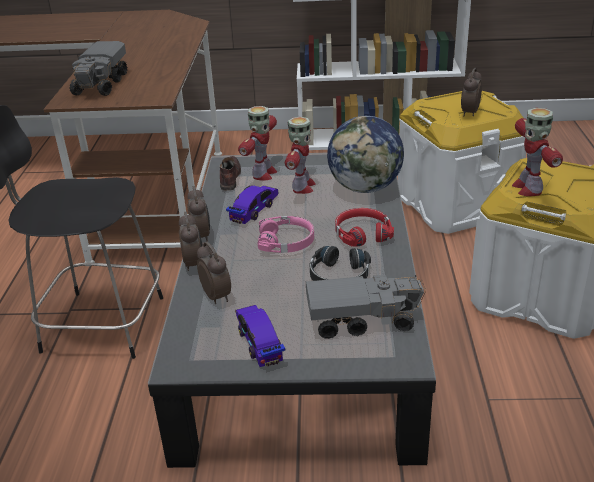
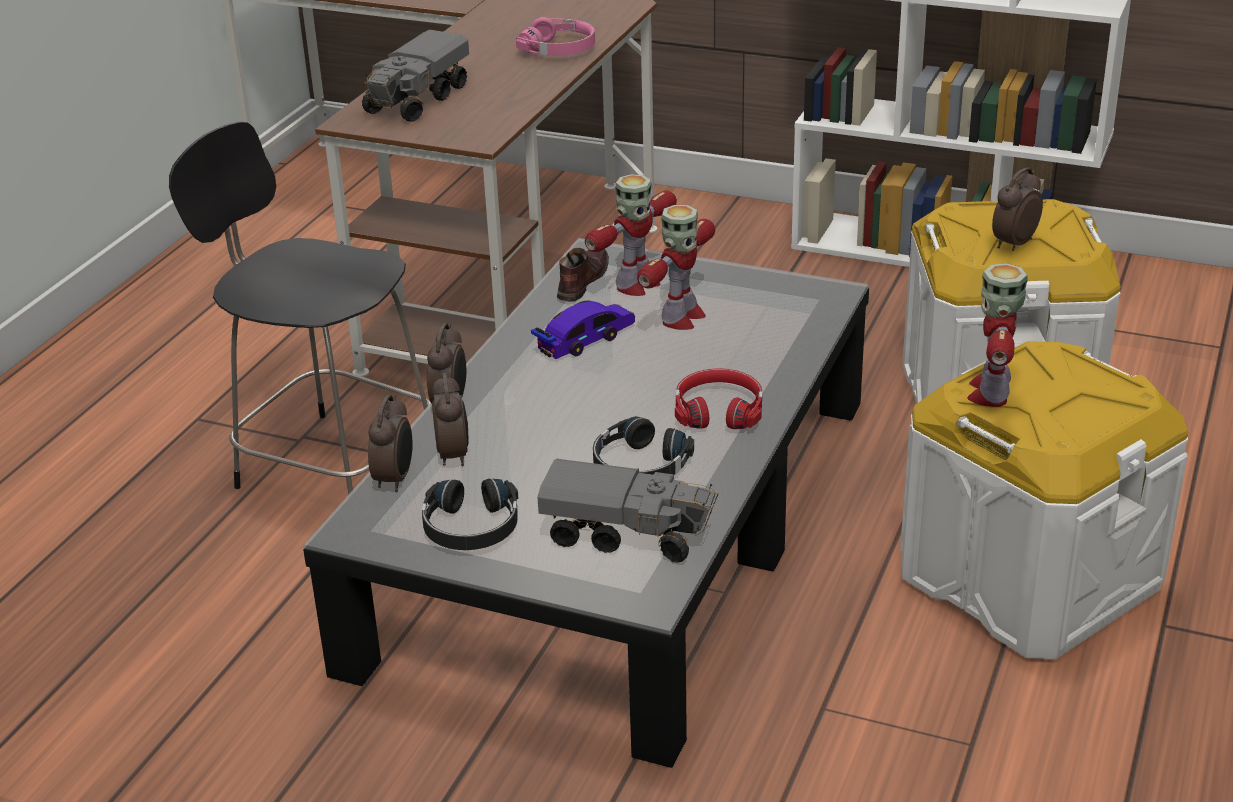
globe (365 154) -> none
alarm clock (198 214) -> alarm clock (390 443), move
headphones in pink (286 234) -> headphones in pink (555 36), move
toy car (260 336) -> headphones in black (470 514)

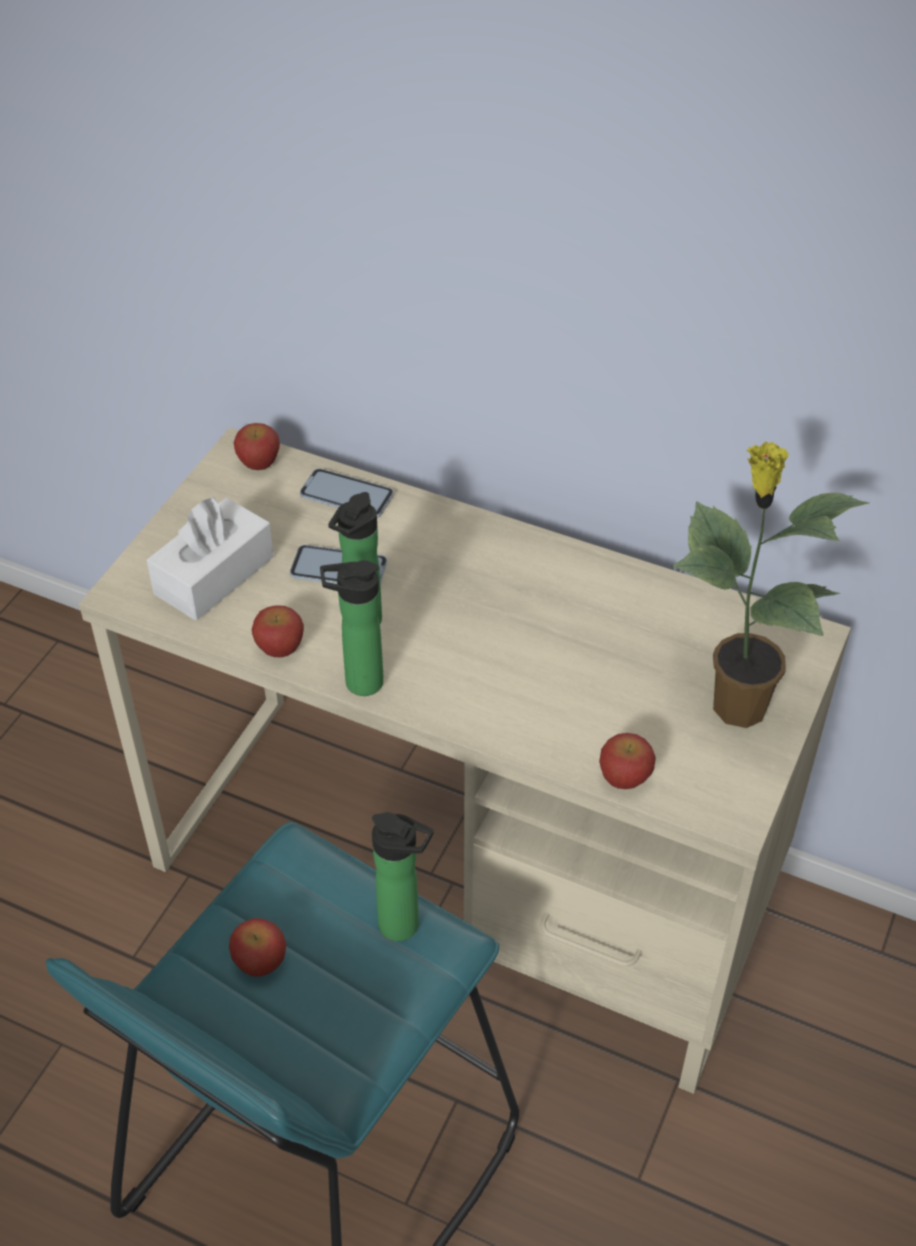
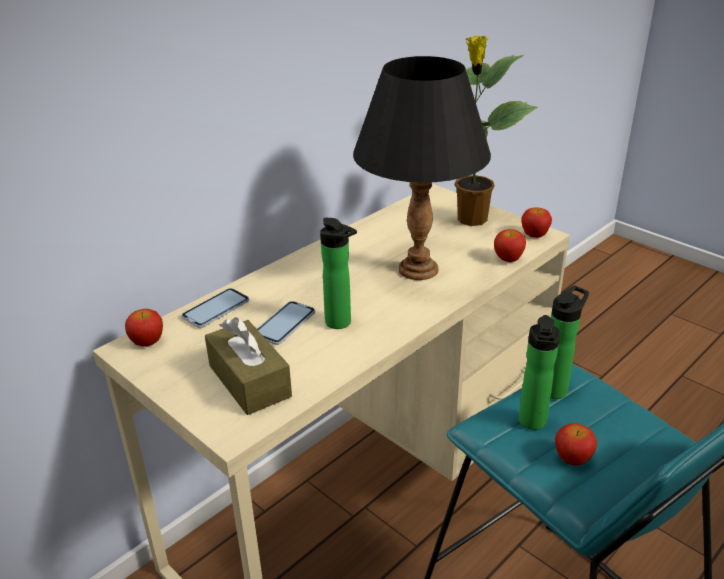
tissue box in white (210 559) -> tissue box in brown (248 366)
bottle (352 628) -> bottle (539 372), move
apple (278 631) -> apple (536 222), move
none -> table lamp in black (422 168)

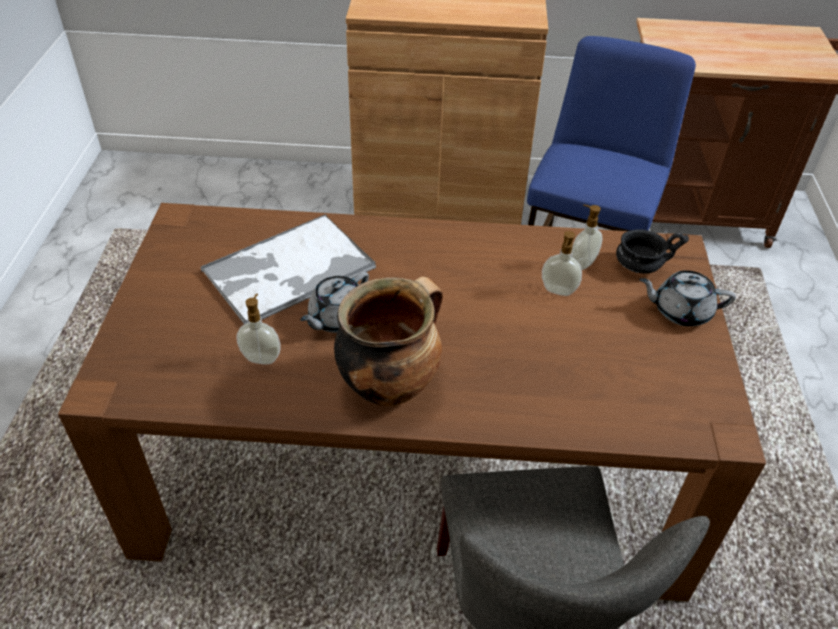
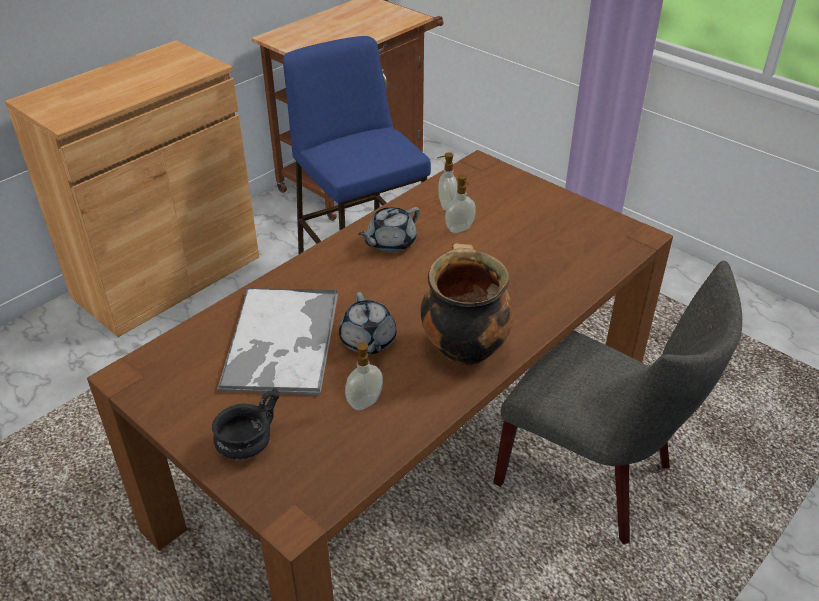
bowl in black (652 251) -> bowl in black (246 424), move
teapot in grey (687 298) -> teapot in grey (389 230), move

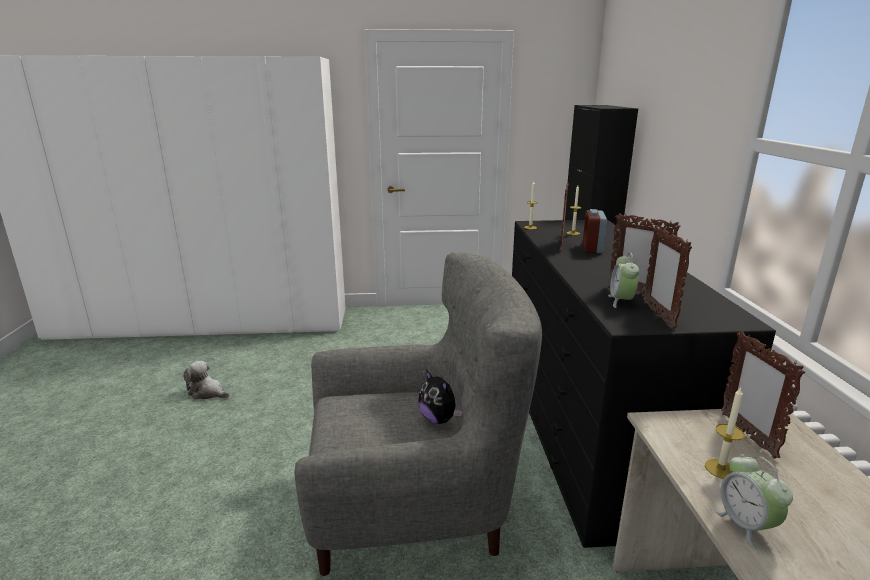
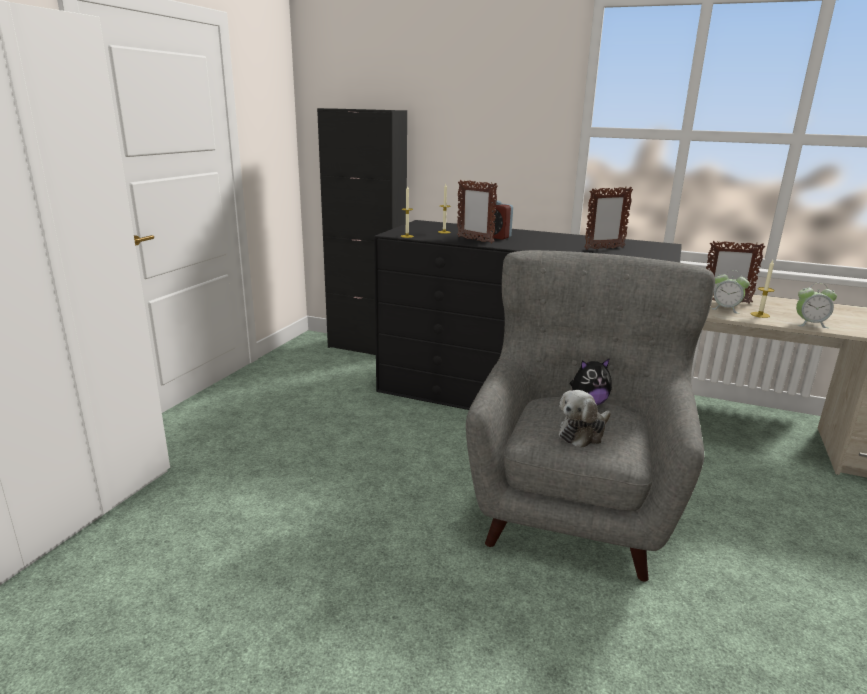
picture frame (667 277) -> none
alarm clock (623 280) -> alarm clock (730 292), move
plush toy (206 380) -> plush toy (584 419), move

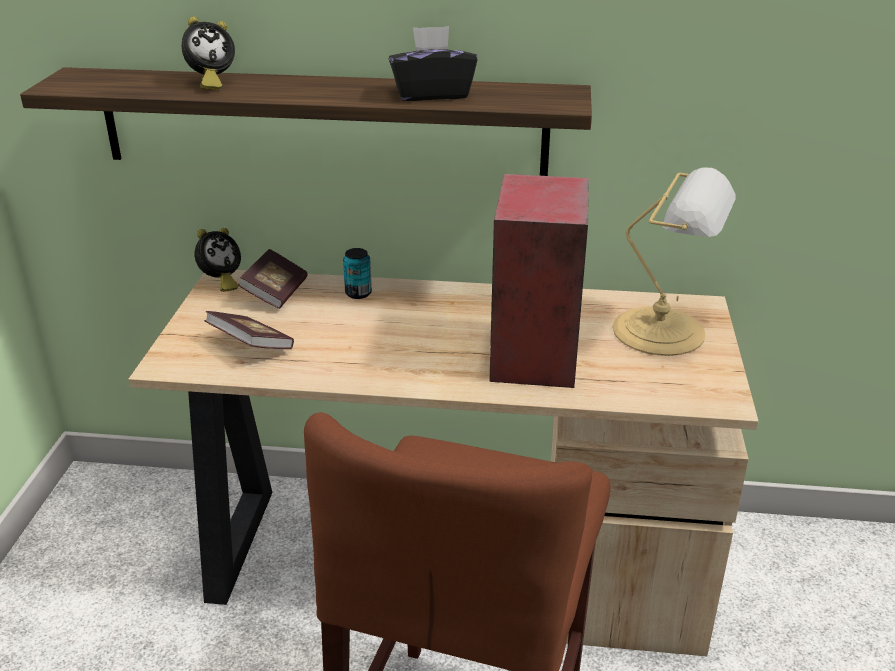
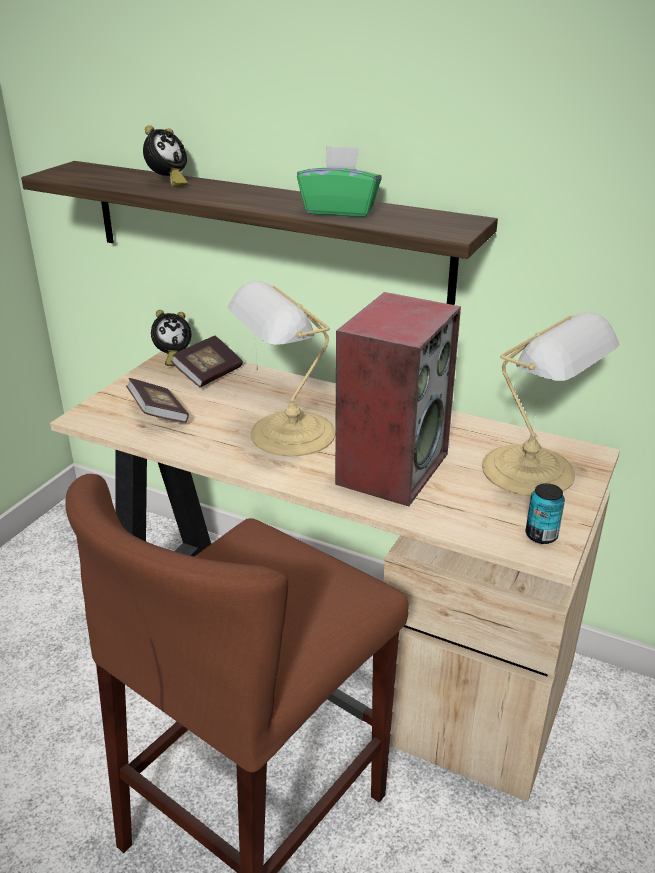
alarm clock (208 53) -> alarm clock (165 156), 45 degrees counterclockwise
tissue box in black (433 63) -> tissue box in green (339 181)
can (357 273) -> can (545 513), move
none -> table lamp (281 368)

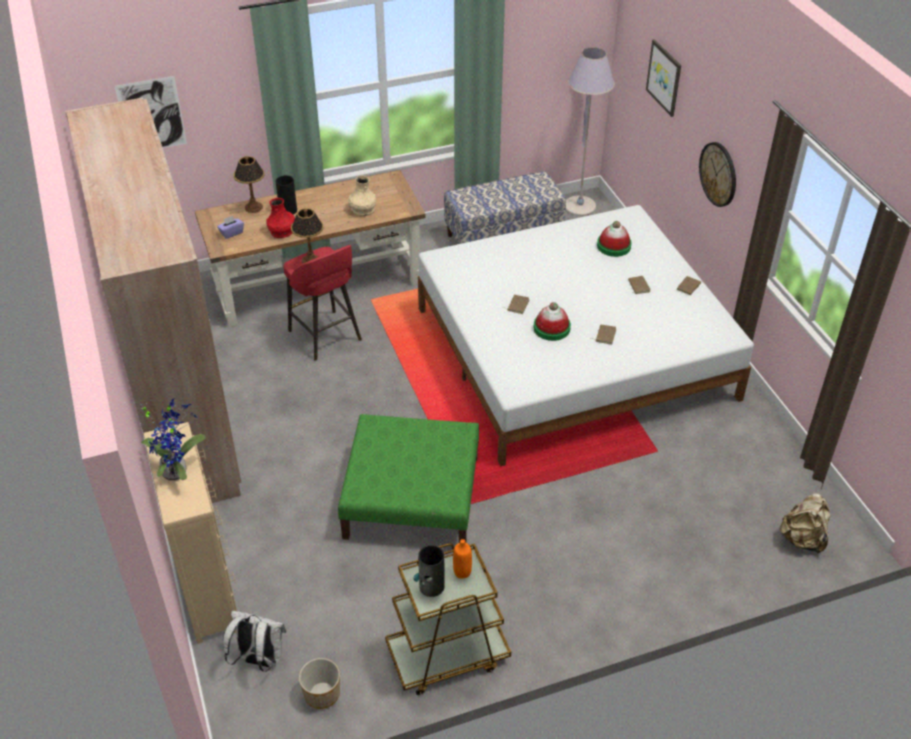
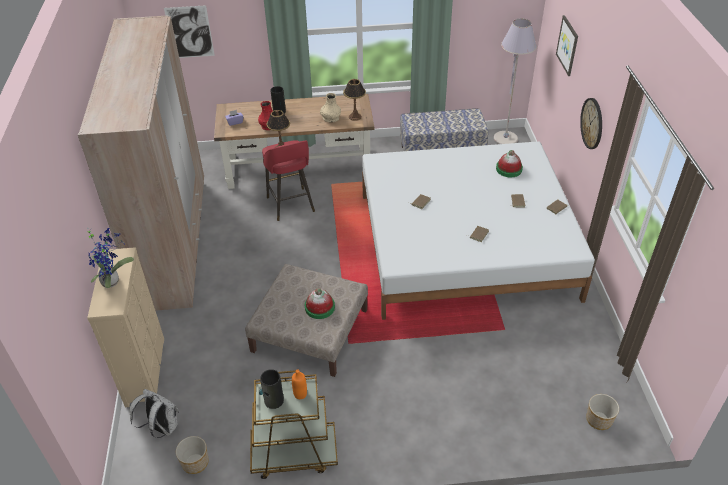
table lamp (249 184) -> table lamp (354 100), move
hat (552 321) -> hat (320 303), move
ottoman in green (408 478) -> ottoman in beige (306 320)
backpack in beige (805 523) -> planter (602 412)

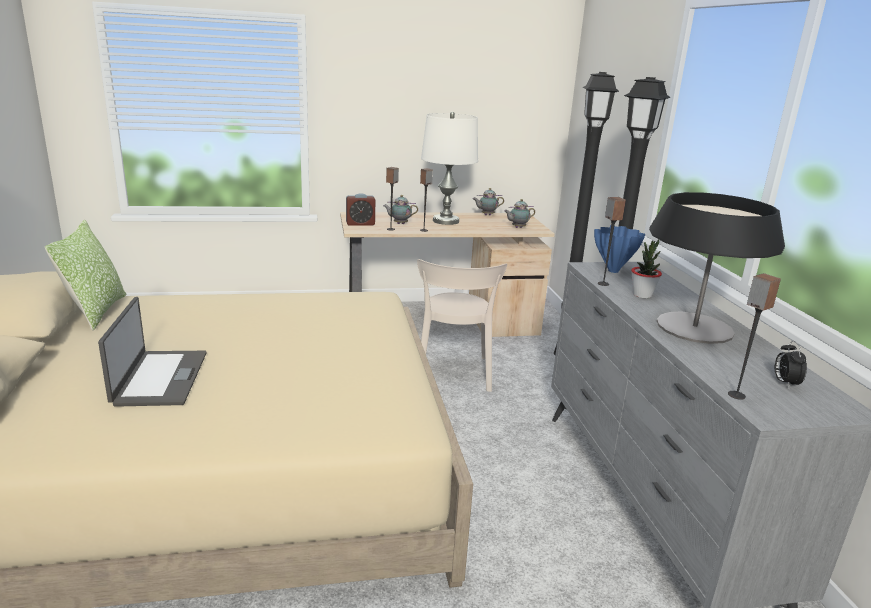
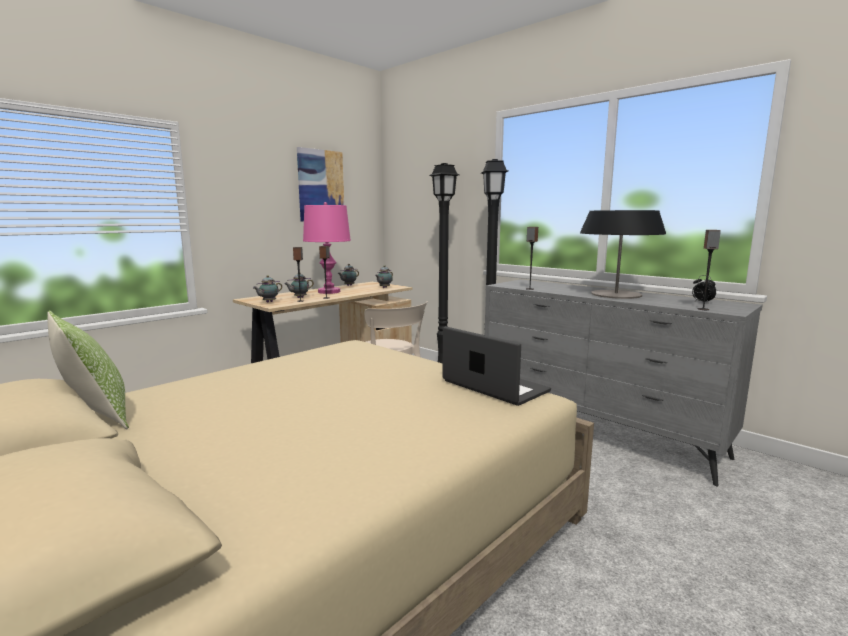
table lamp in white (449 168) -> table lamp in pink (327 248)
alarm clock (360 209) -> teapot (267 289)
vase in blue (619 249) -> none
potted plant (646 268) -> none
laptop (152 352) -> laptop (496 366), move
none -> picture (320 184)

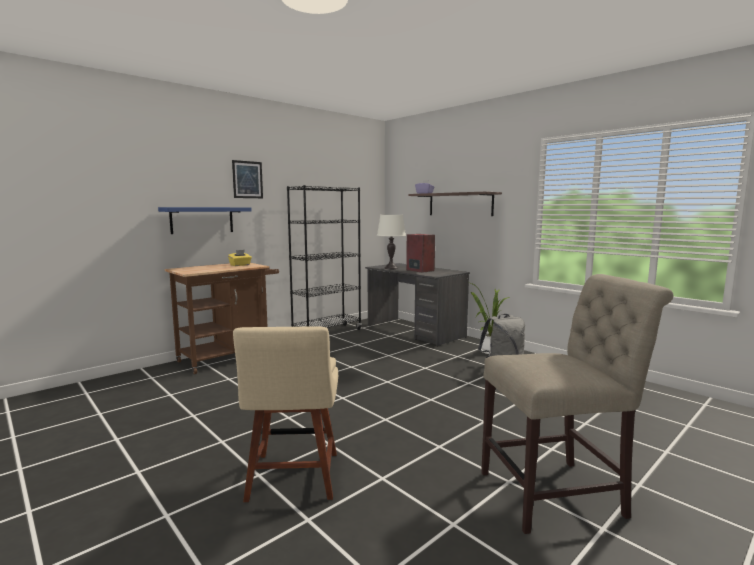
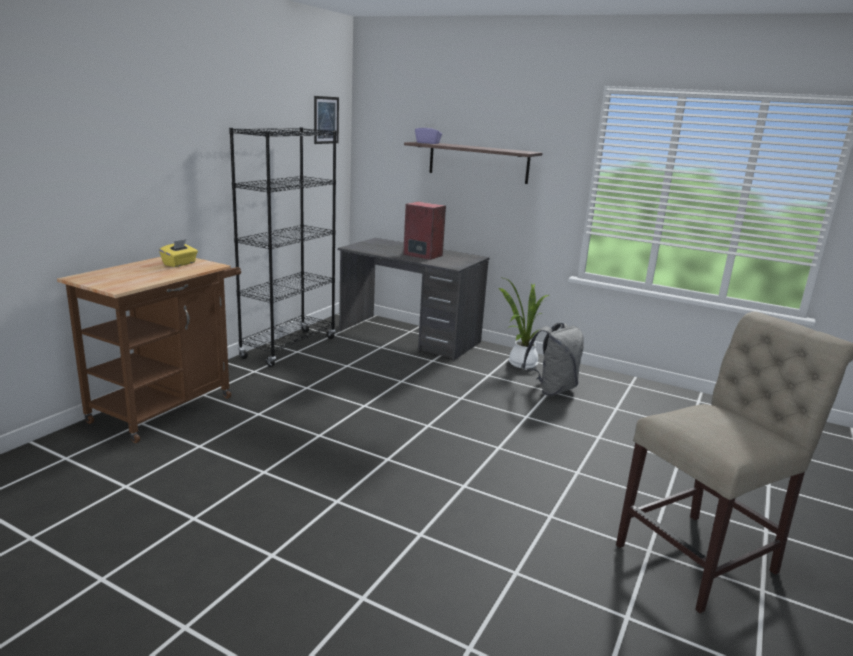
picture (247 179) -> picture (326 120), move
shelf in blue (204 220) -> none
table lamp in white (391 242) -> none
chair in beige (285 414) -> none

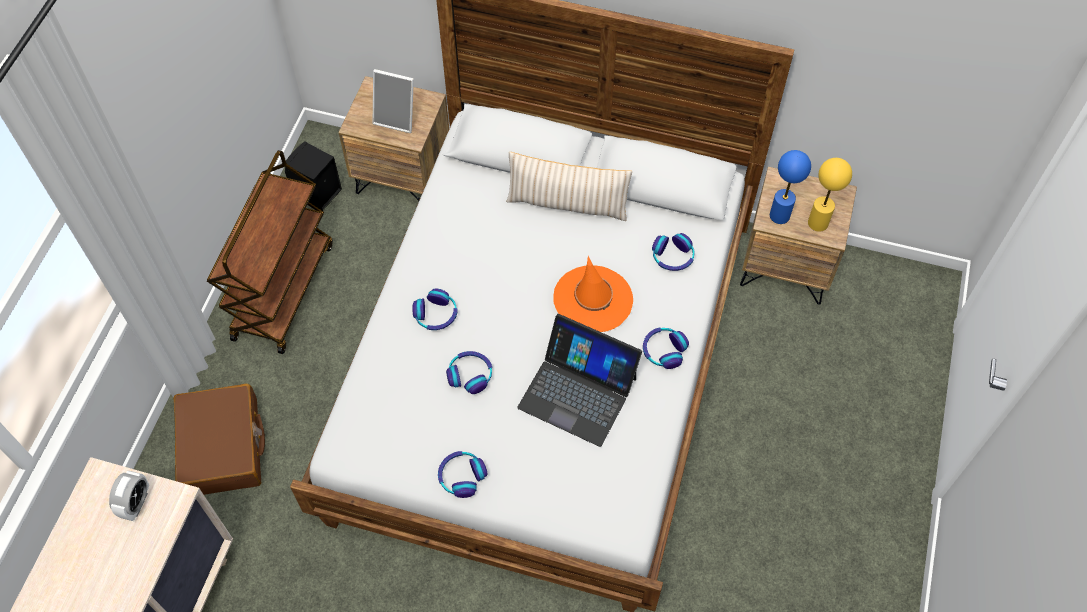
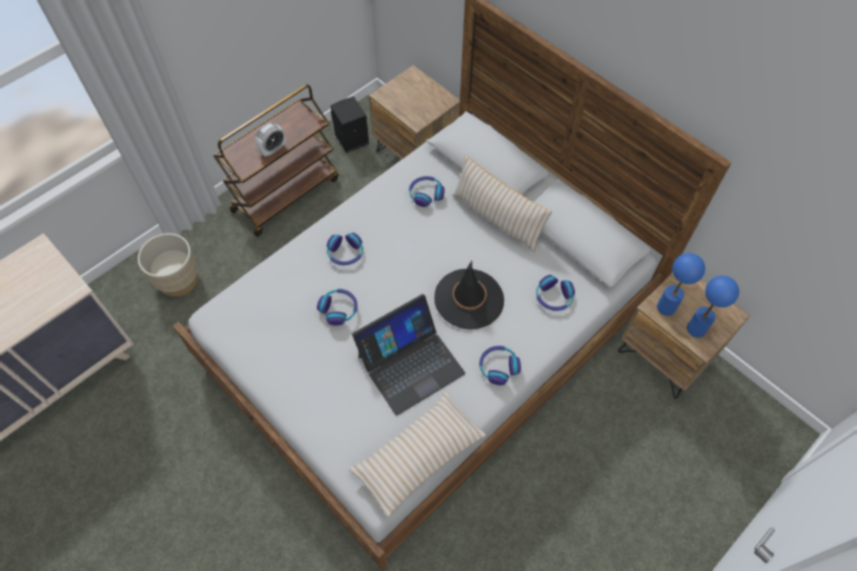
picture frame (393 101) -> none
table lamp in yellow (830 195) -> table lamp in blue (713 307)
hat in orange (593 294) -> hat in black (469 295)
laptop (579 380) -> laptop (408 355), 90 degrees counterclockwise
suitcase in brown (219 439) -> planter in beige (168 265)
headphones (462 474) -> headphones (427 191), move
alarm clock (129 496) -> alarm clock (270 140), move
none -> pillow in beige (417 455)

